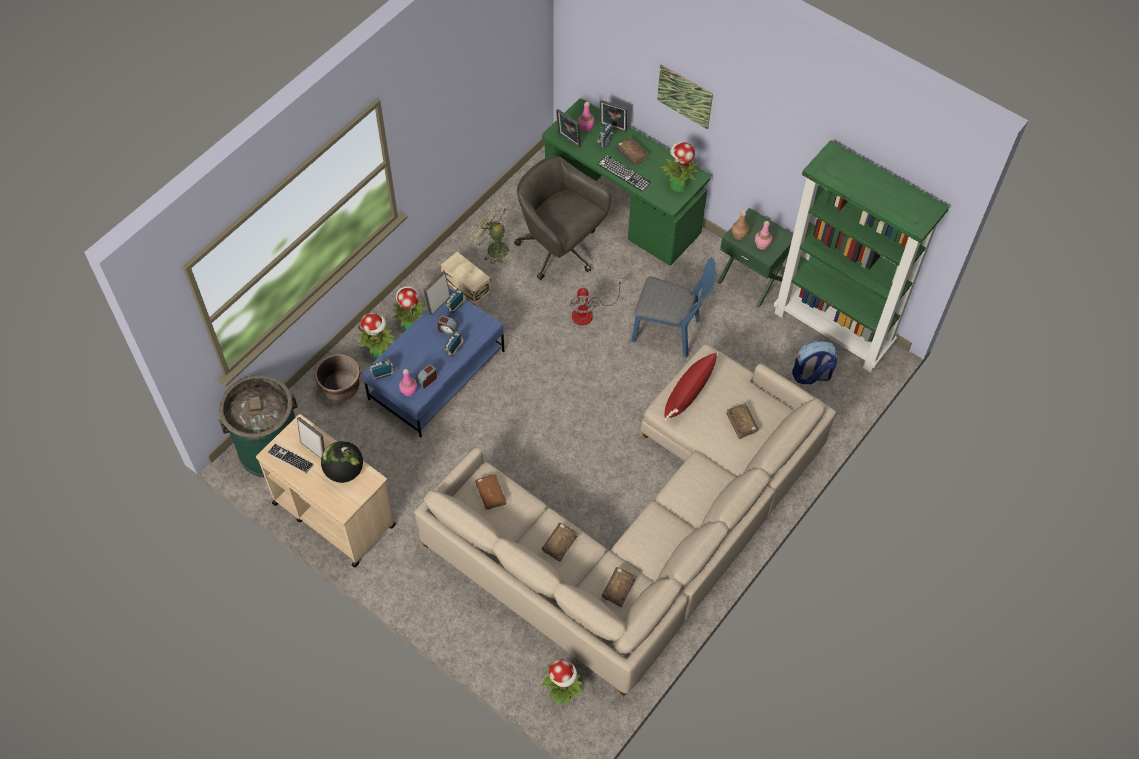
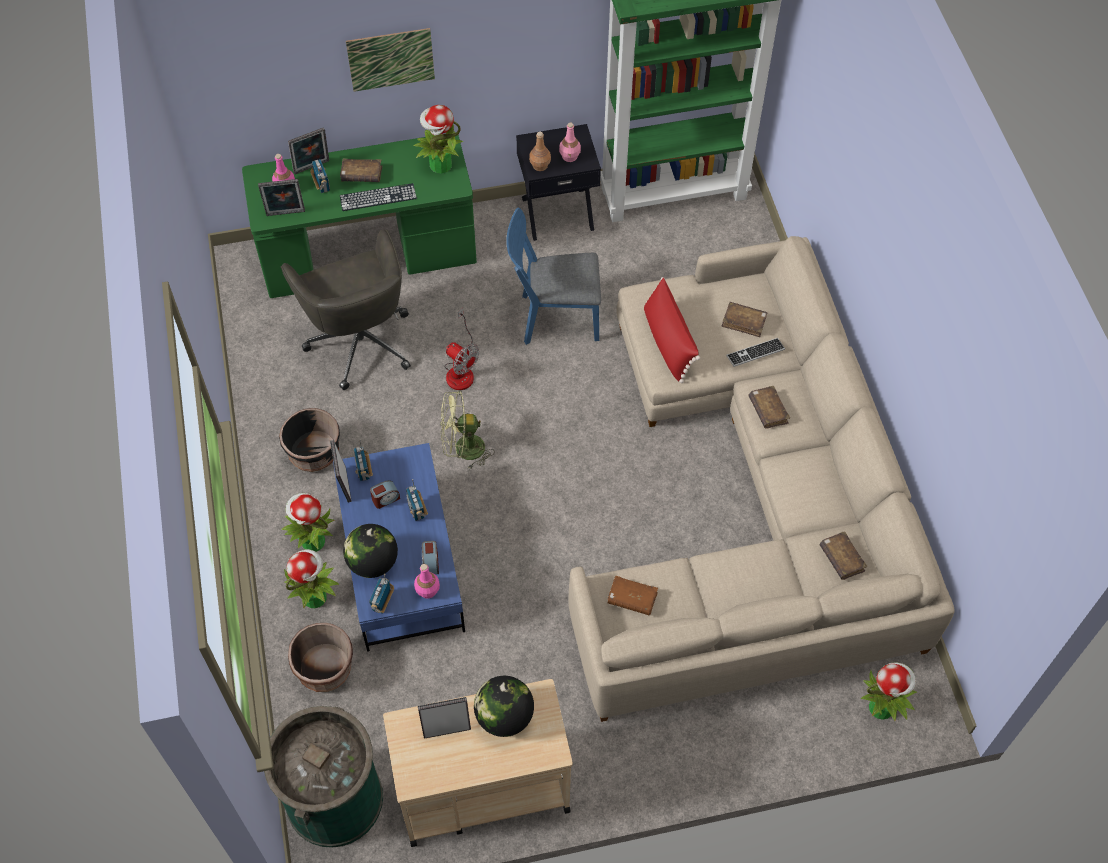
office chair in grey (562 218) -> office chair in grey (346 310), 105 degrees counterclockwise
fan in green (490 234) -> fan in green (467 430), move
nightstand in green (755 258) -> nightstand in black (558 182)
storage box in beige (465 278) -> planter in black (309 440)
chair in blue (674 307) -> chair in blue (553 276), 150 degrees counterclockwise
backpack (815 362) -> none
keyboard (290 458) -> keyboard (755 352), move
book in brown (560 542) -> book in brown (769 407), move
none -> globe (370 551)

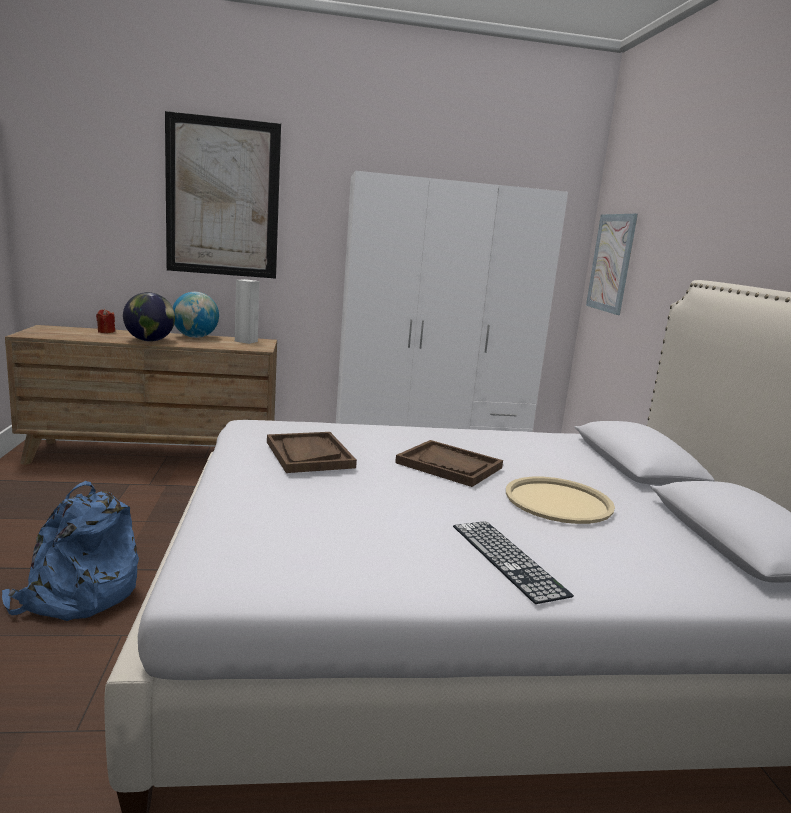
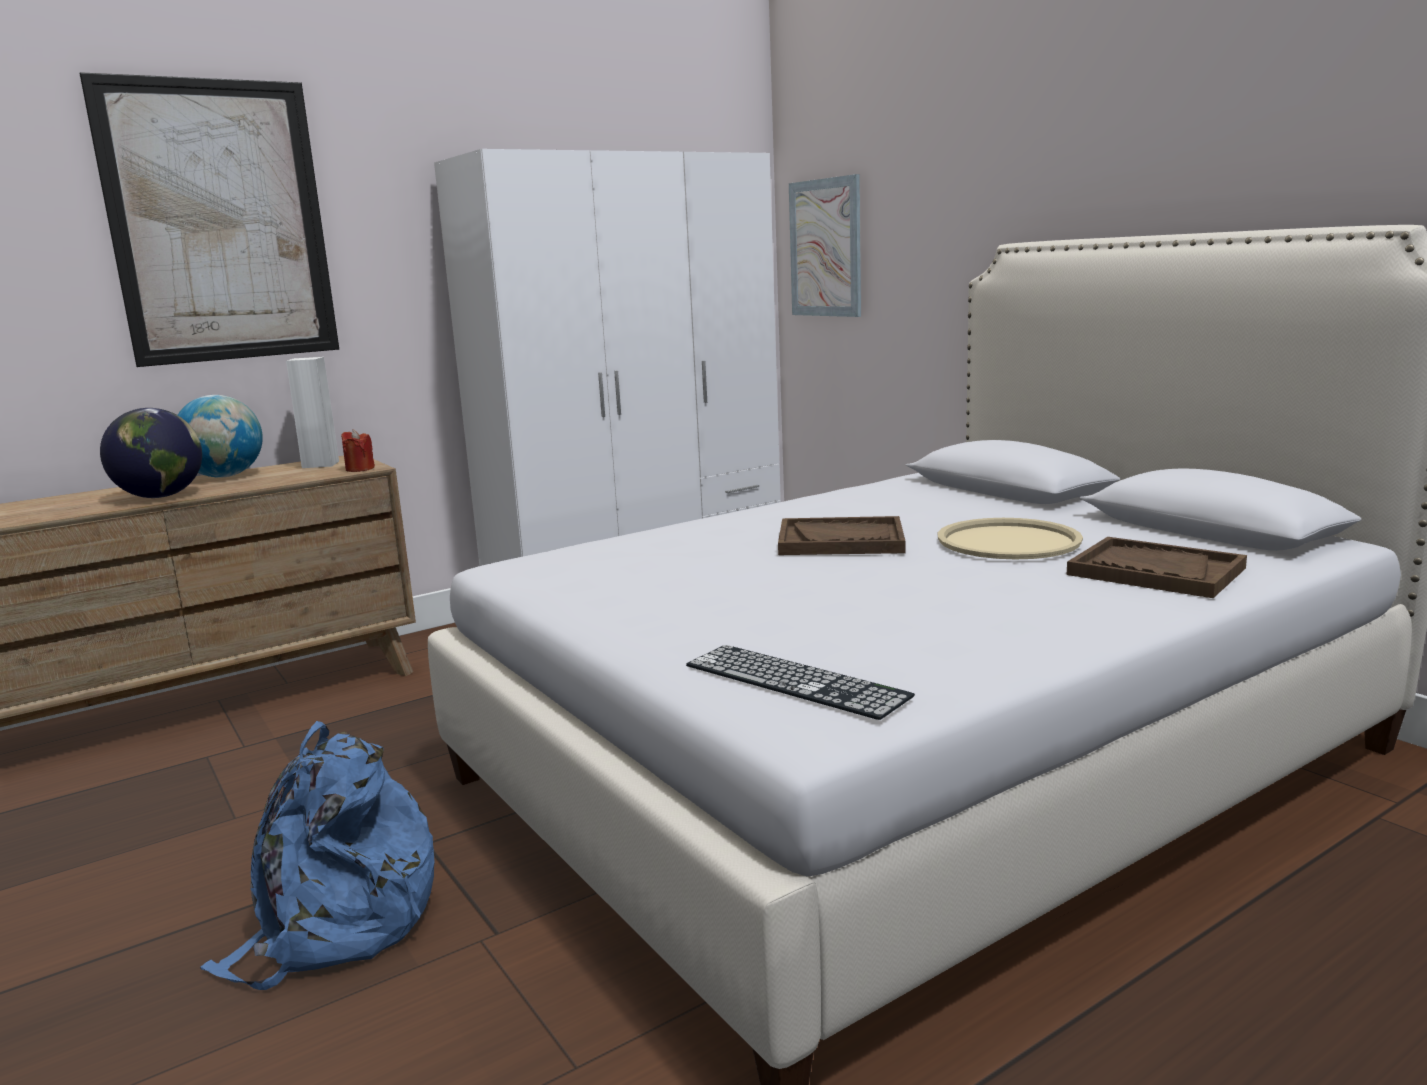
candle in red (105 321) -> candle in red (358 450), move
tray in brown (312 452) -> tray in brown (1157 567), move
keyboard (513 562) -> keyboard (800 682), move

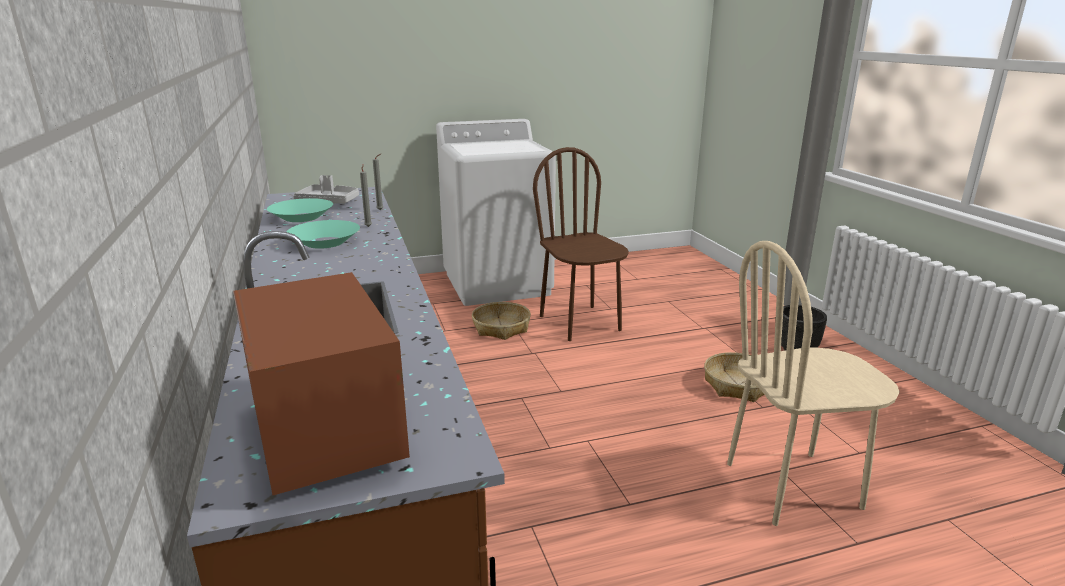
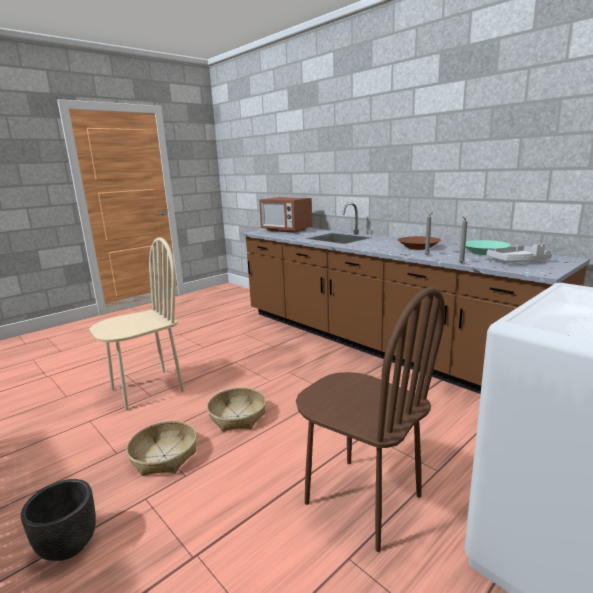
bowl in turquoise (323 234) -> bowl in brown (419 243)
basket (501 321) -> basket (236 409), move

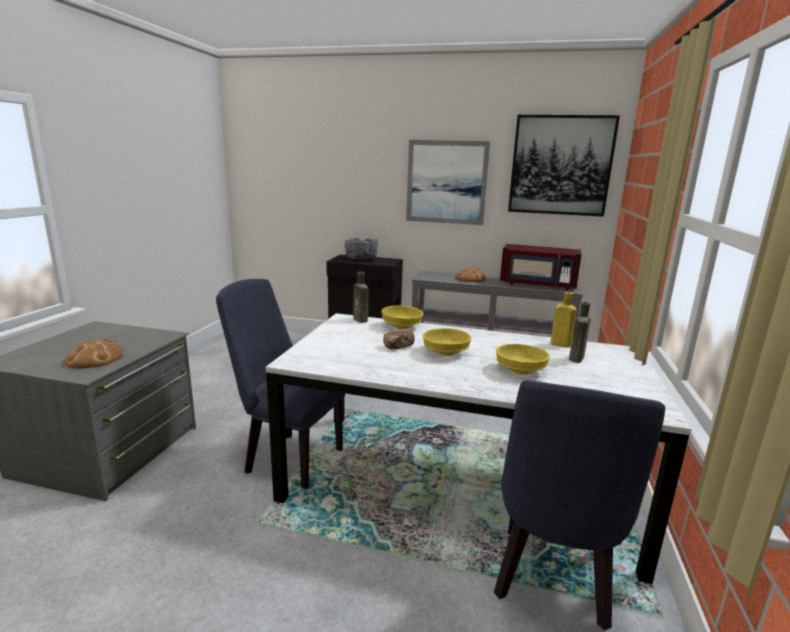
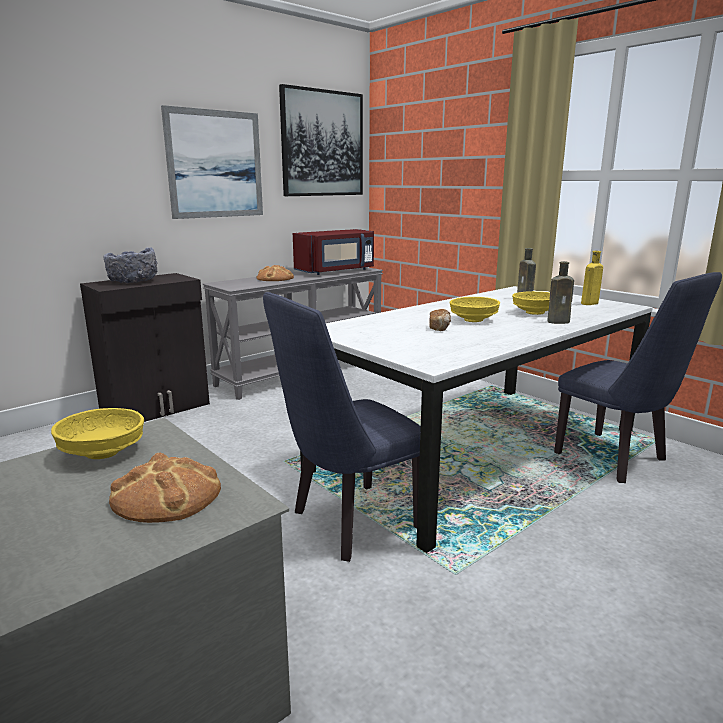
bottle in brown (361 297) -> bottle in brown (561 292), move
bottle in yellow (564 320) -> bottle in yellow (592 278), move
bowl in yellow (402 317) -> bowl in yellow (97 433), move

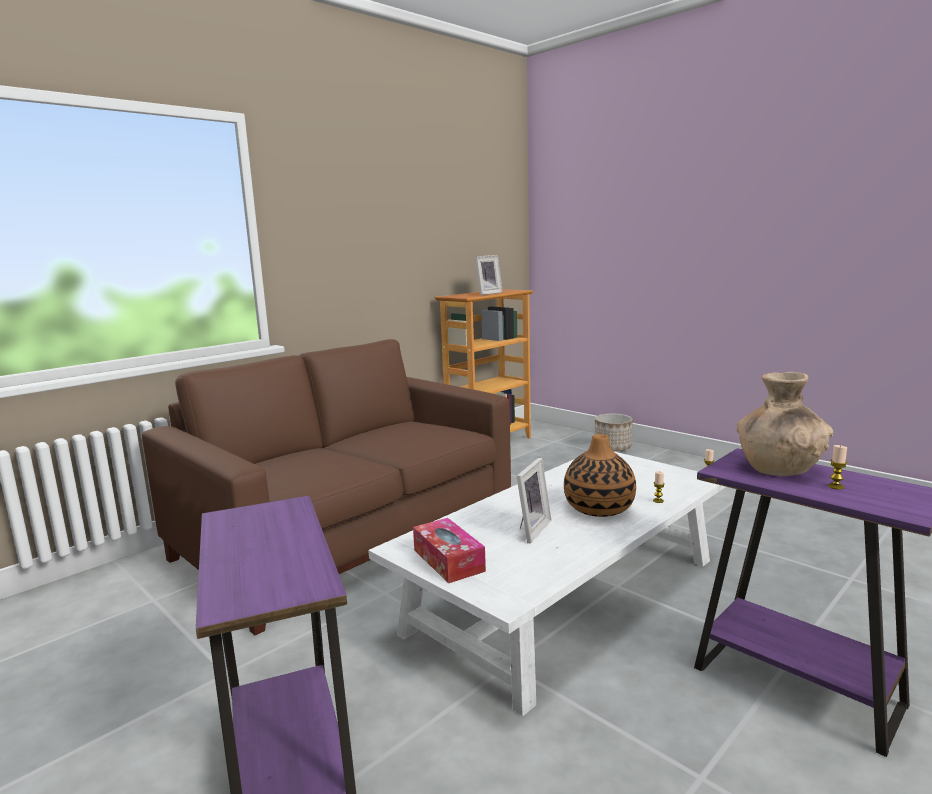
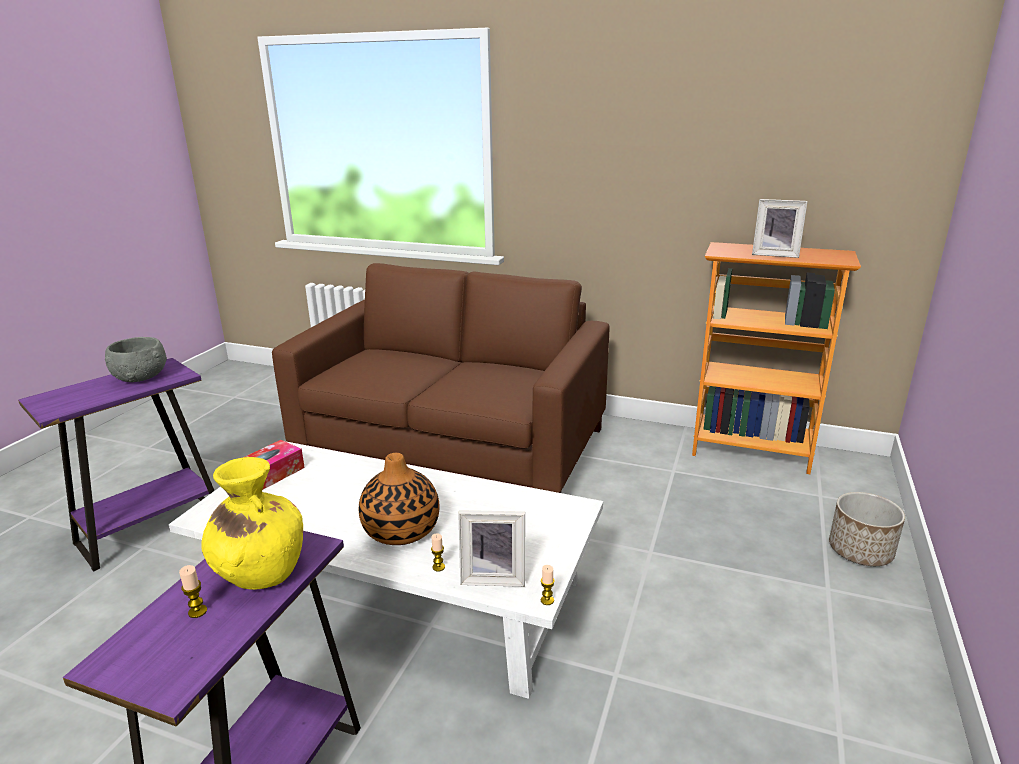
vase in brown (785 424) -> vase in yellow (252 523)
picture frame (534 500) -> picture frame (491 548), move
none -> bowl in grey (136 359)

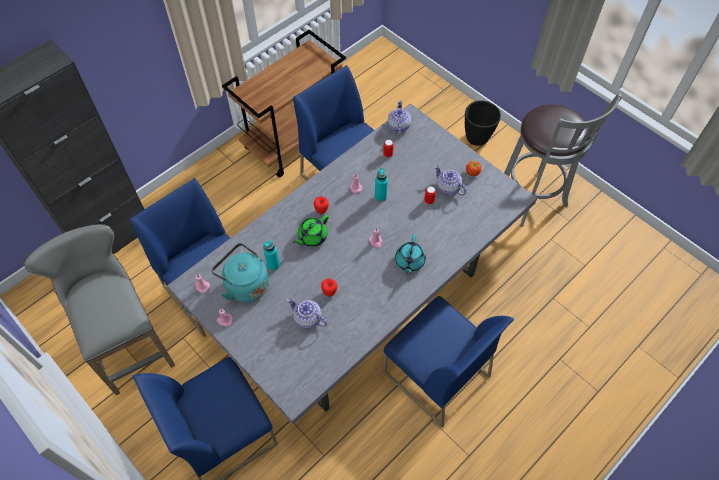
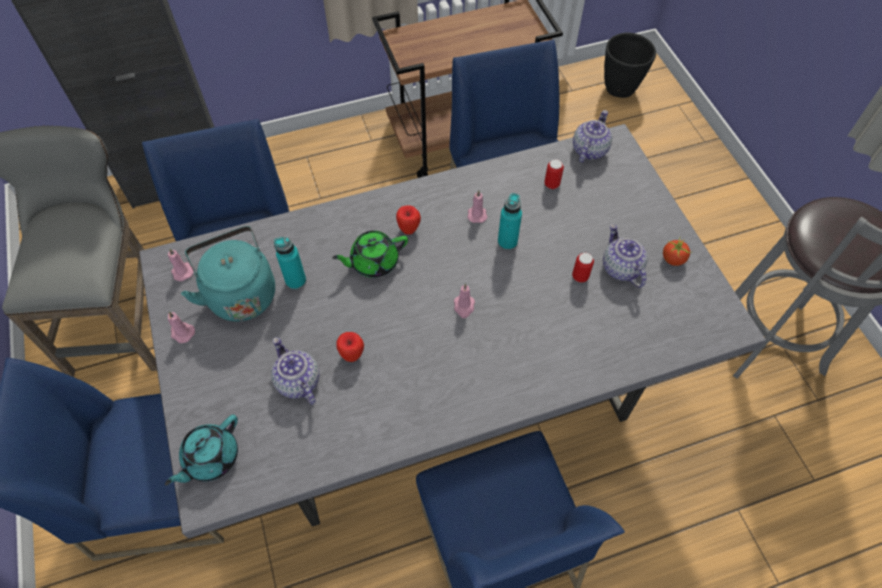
planter in black (483 123) -> planter in black (630 65), move
teapot in turquoise (410 254) -> teapot in turquoise (201 450), move

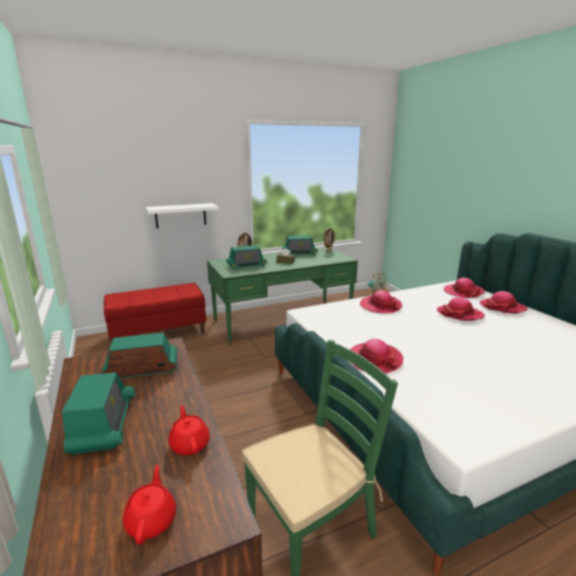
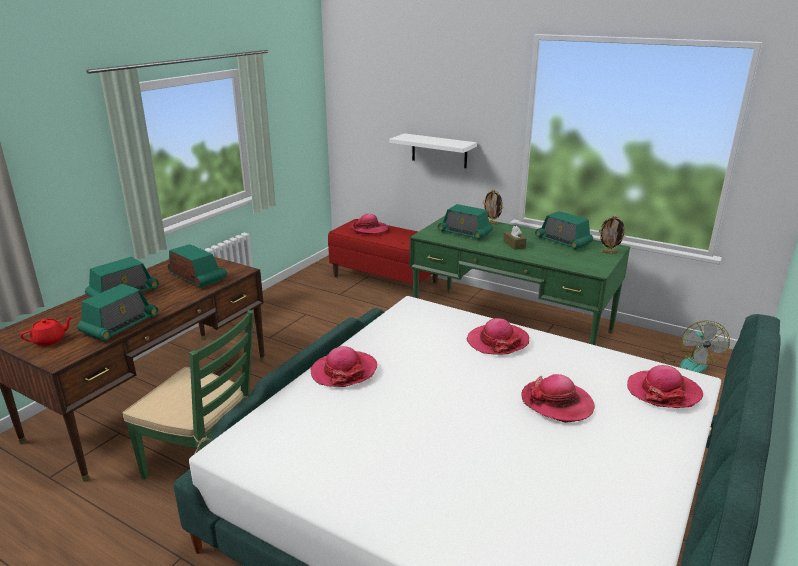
hat (503 302) -> hat (369 224), move
teapot in red (189 430) -> radio (117 313)

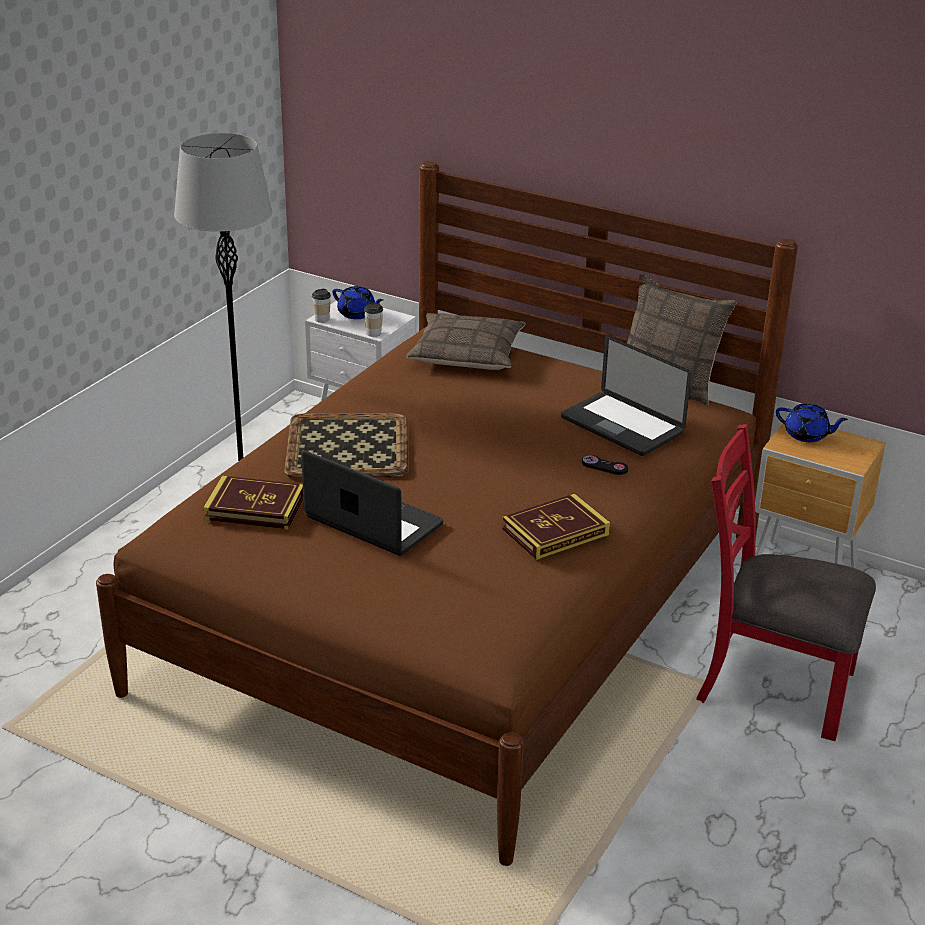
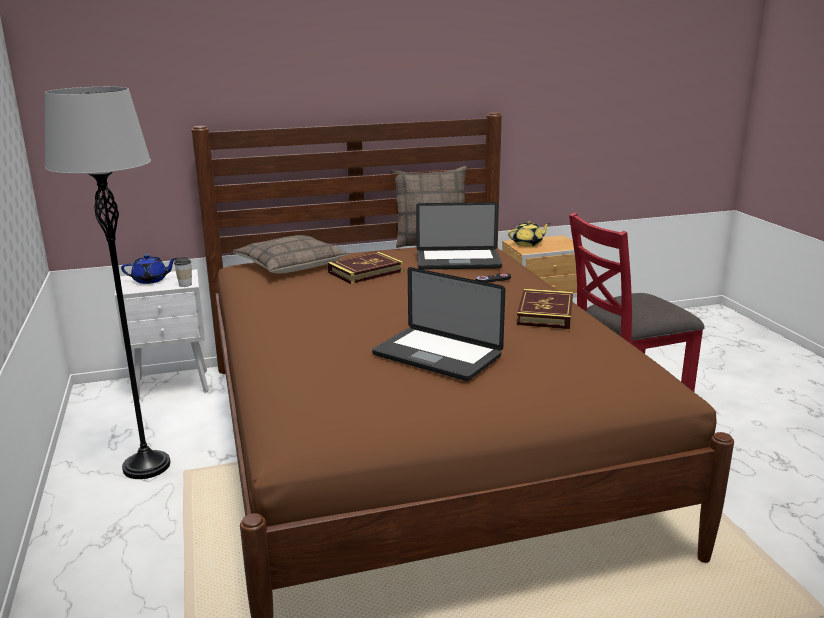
cup (321 306) -> none
teapot in blue (812 422) -> teapot in yellow (529 233)
tray (346 445) -> none
laptop (372 503) -> laptop (438 324), 135 degrees counterclockwise
book (253 503) -> book (365 268), move

